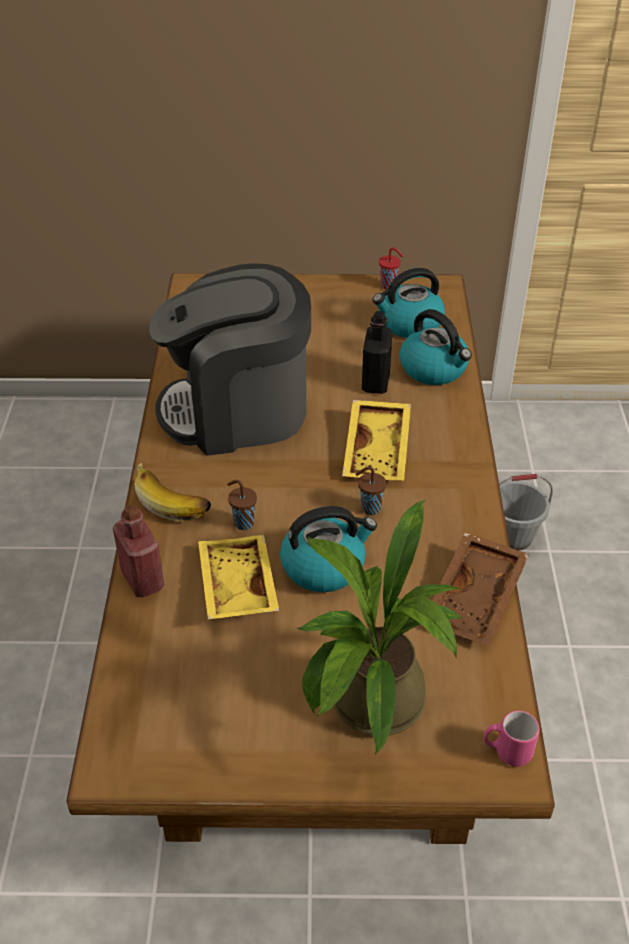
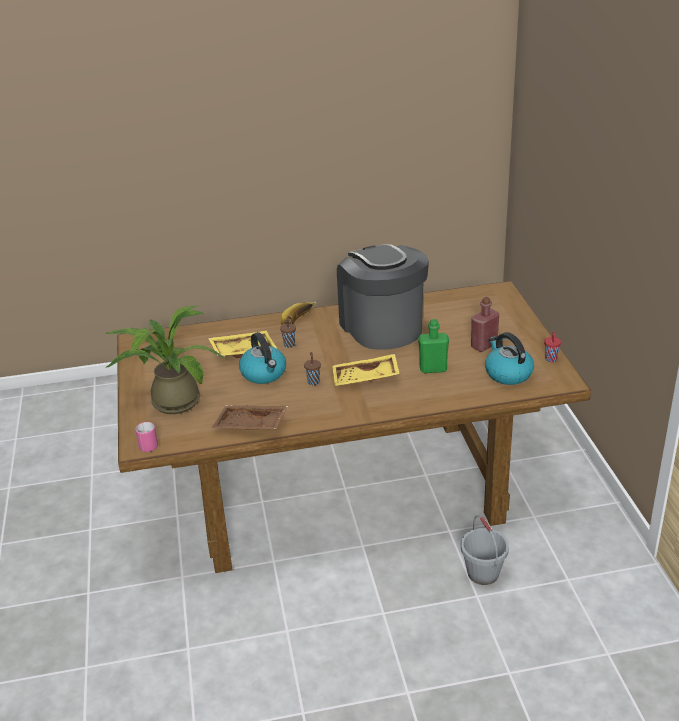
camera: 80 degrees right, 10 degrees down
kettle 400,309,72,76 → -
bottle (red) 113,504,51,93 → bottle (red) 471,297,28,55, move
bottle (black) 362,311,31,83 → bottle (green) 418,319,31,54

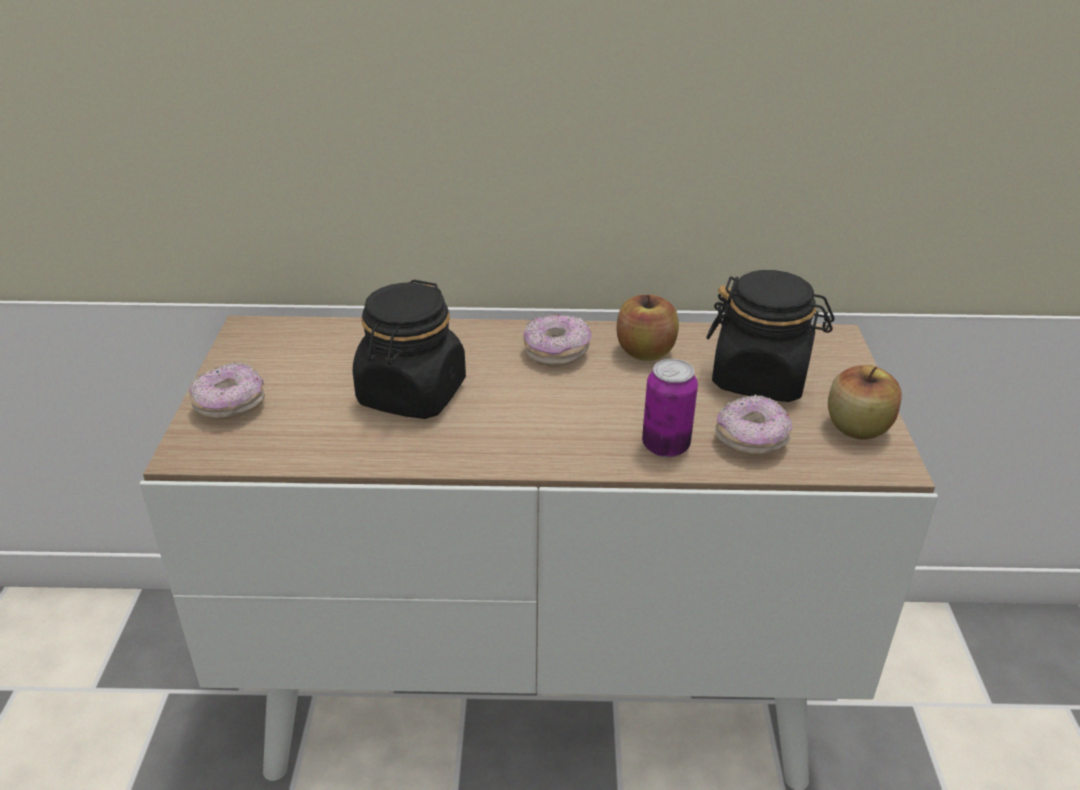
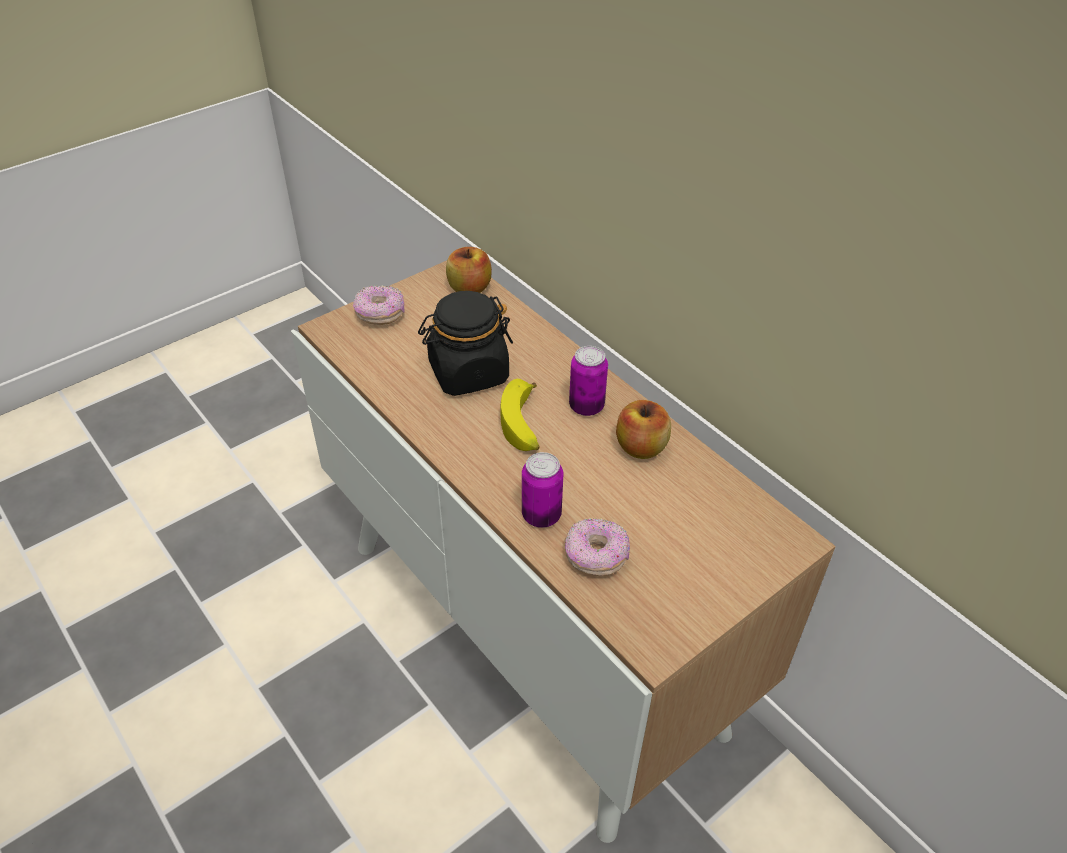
camera: 50 degrees right, 10 degrees up
jar (black) 706,270,128,132 → -
- → banana 500,379,39,72
apple 828,365,74,75 → apple 446,247,46,46, move
donut 523,314,69,53 → can 569,346,39,70

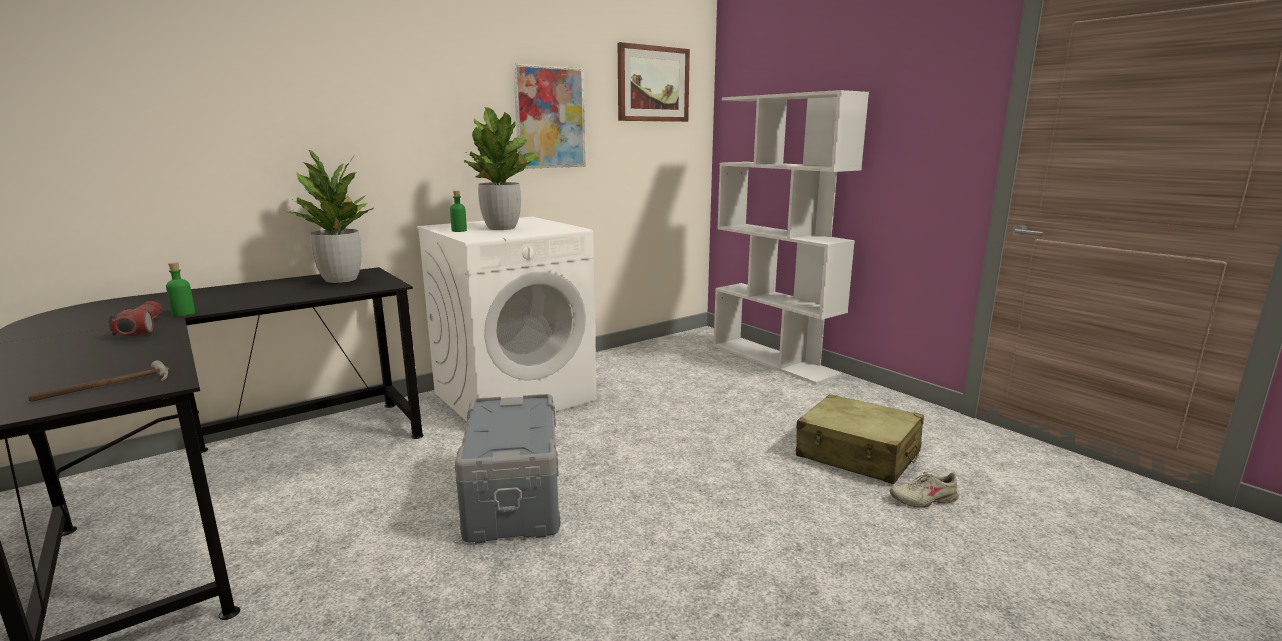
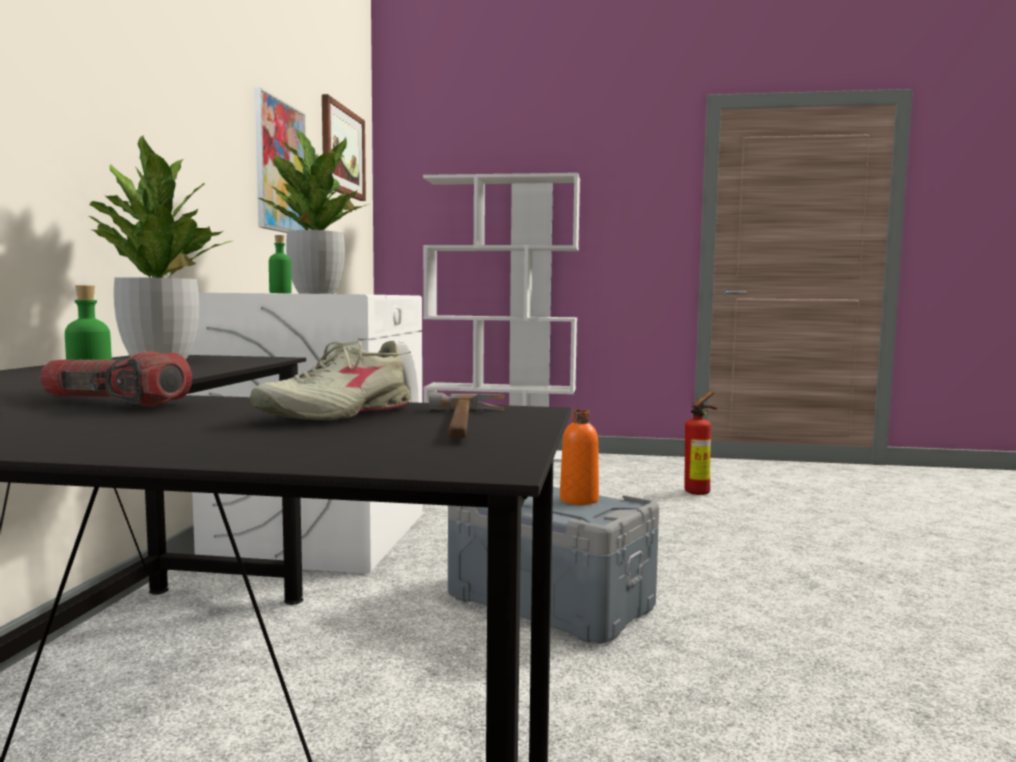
camera: 45 degrees left, 10 degrees down
- → bottle (orange) 560,410,39,95
shoe (beige) 890,472,69,35 → shoe (beige) 249,340,162,80, move
suitcase (beige) 796,394,128,90 → fire extinguisher 684,392,33,103

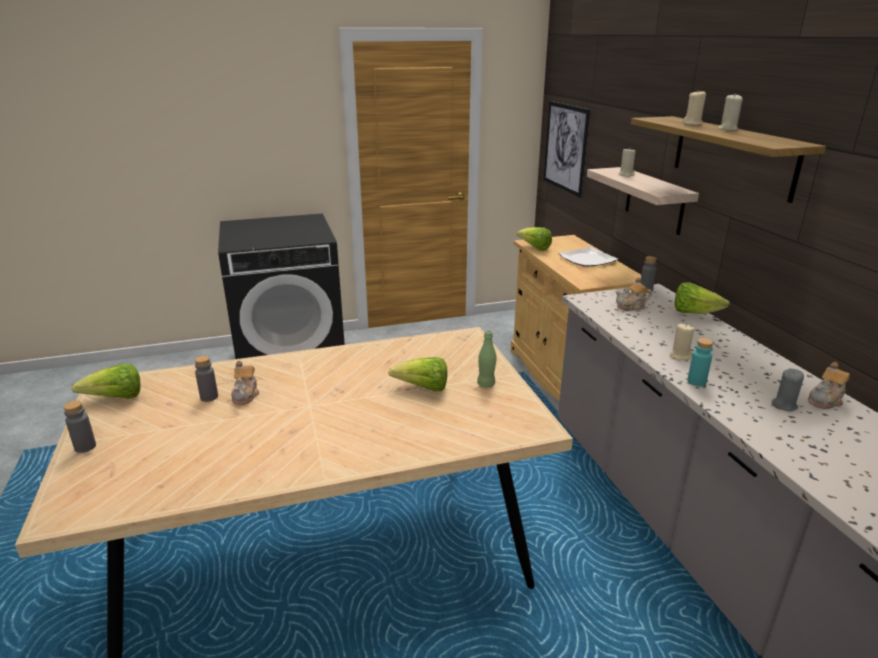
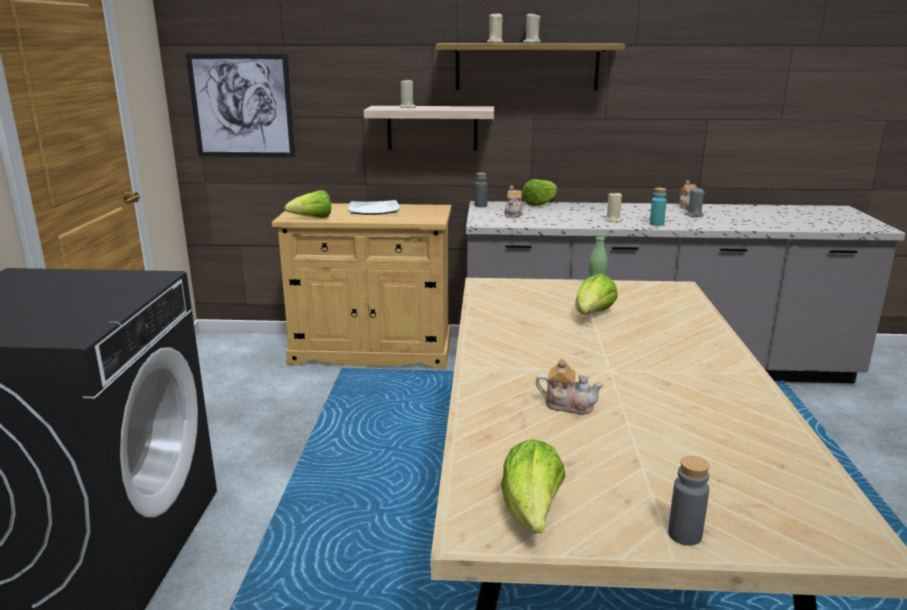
camera: 70 degrees left, 5 degrees down
bottle (grey) 195,355,23,47 → -

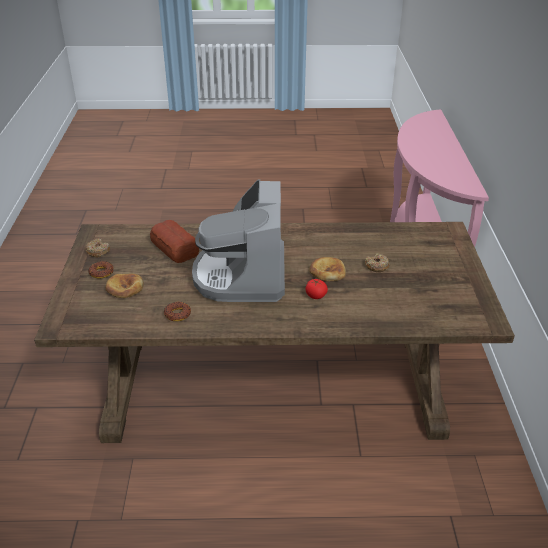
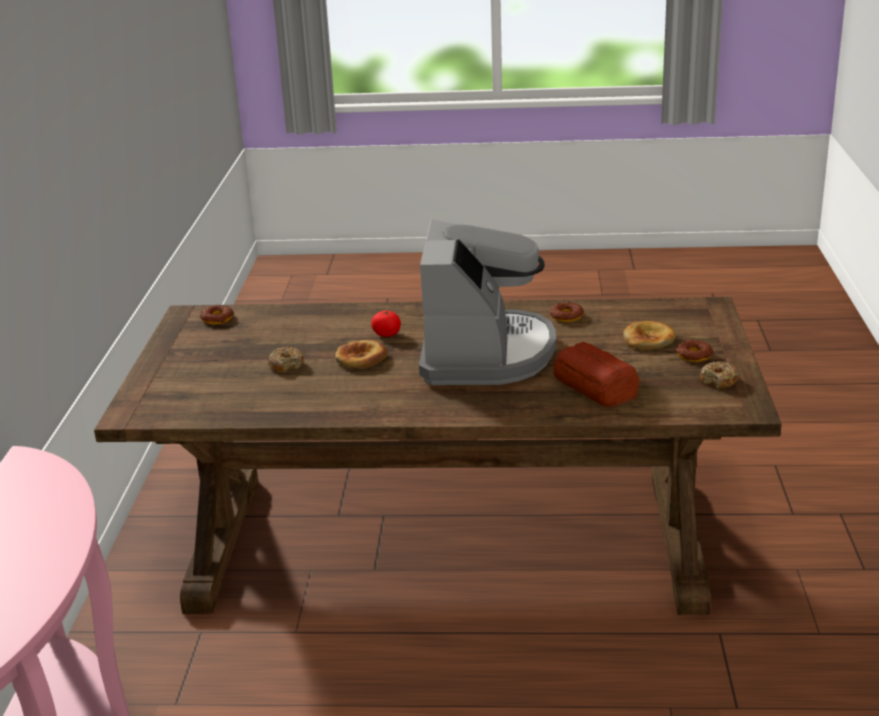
camera: 175 degrees left, 10 degrees down
- → donut 200,305,34,20

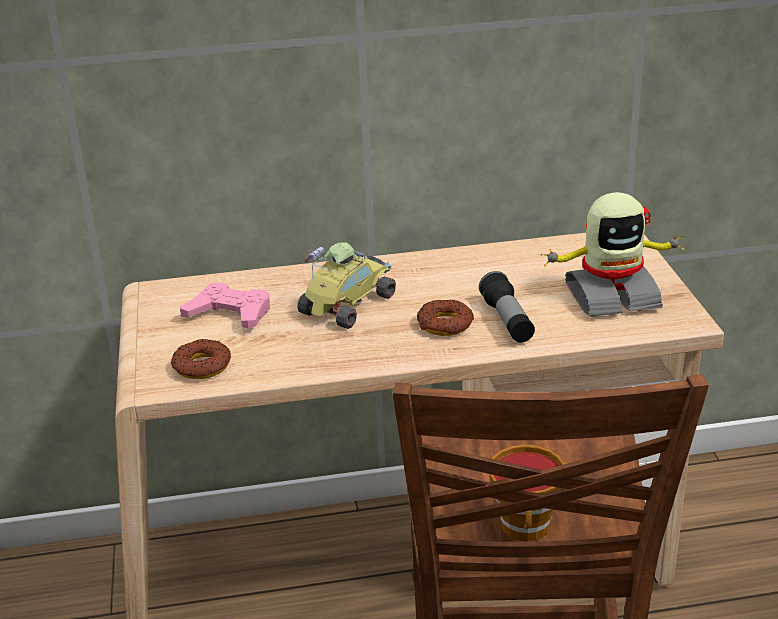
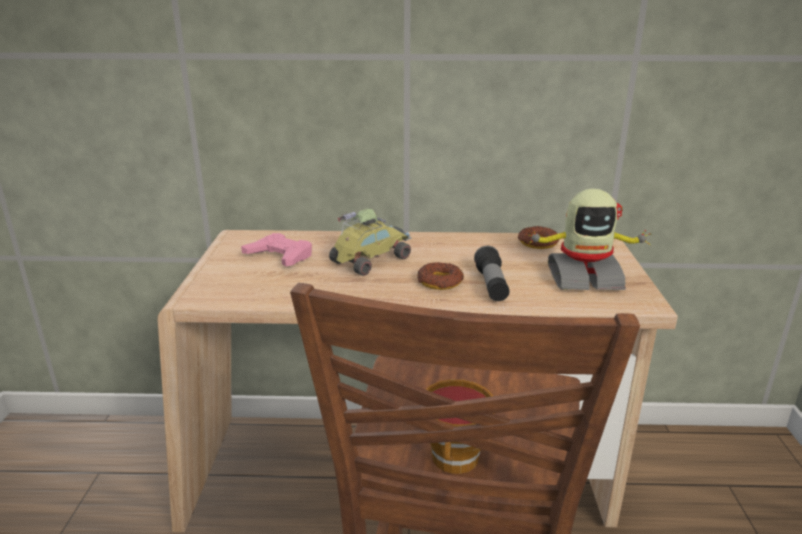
camera: 10 degrees right, 5 degrees down
donut 171,339,60,40 → donut 518,226,41,23, move

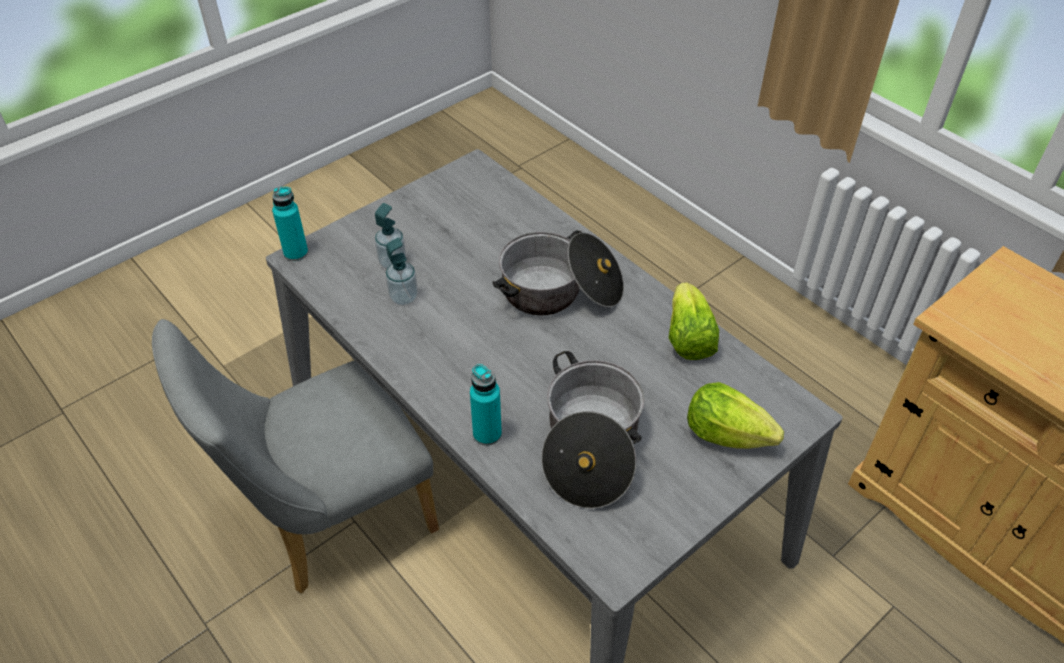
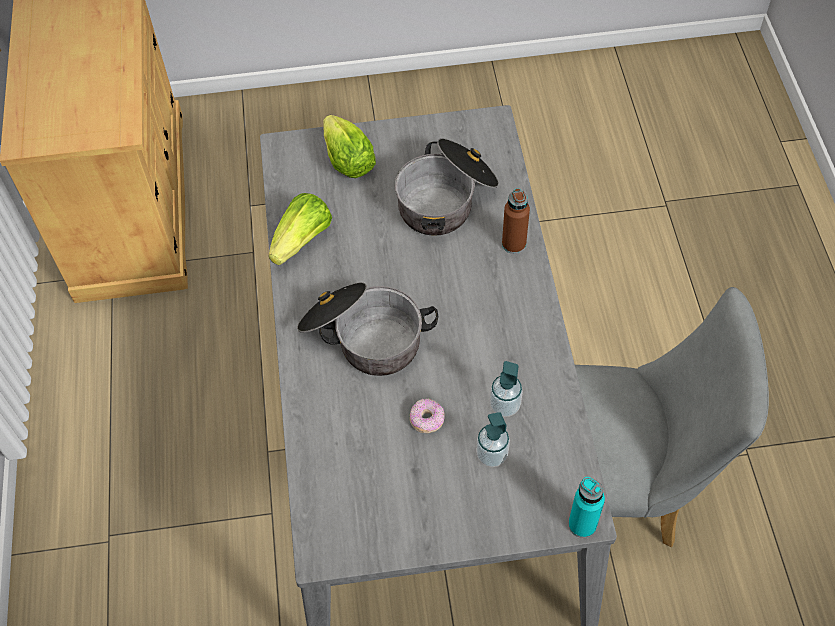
camera: 145 degrees left, 10 degrees up
- → donut 410,398,35,35
bottle (turquoise) 470,364,32,82 → bottle (brown) 502,188,28,66

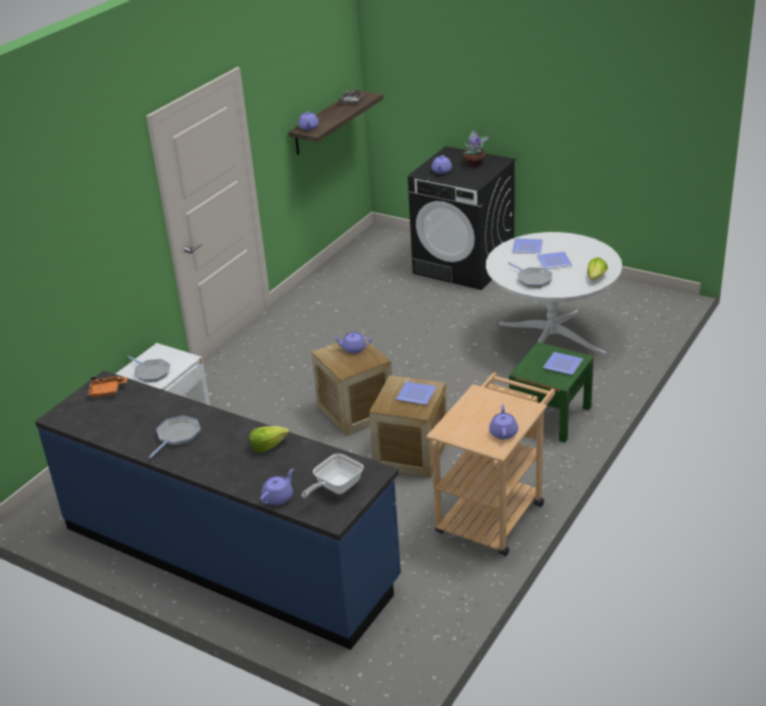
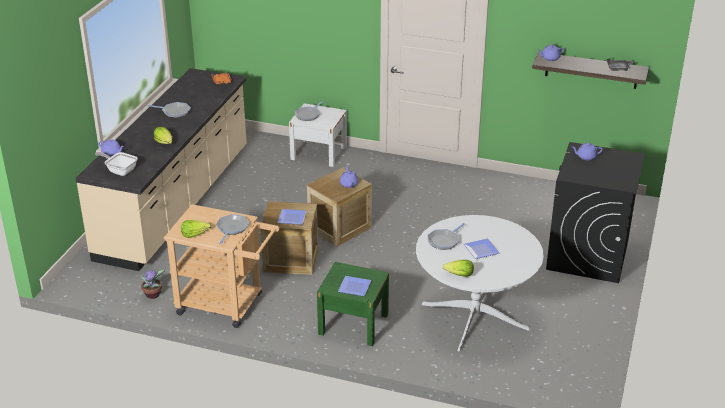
camera: 75 degrees right, 0 degrees up
plate 512,238,31,15 → -
- → frying pan 216,214,33,31
potted plant 464,128,27,39 → potted plant 141,267,25,32, move
teapot (purple) 489,405,29,34 → lettuce 181,220,30,18
counter (blue) 35,370,366,280 → counter (beige) 75,68,172,203

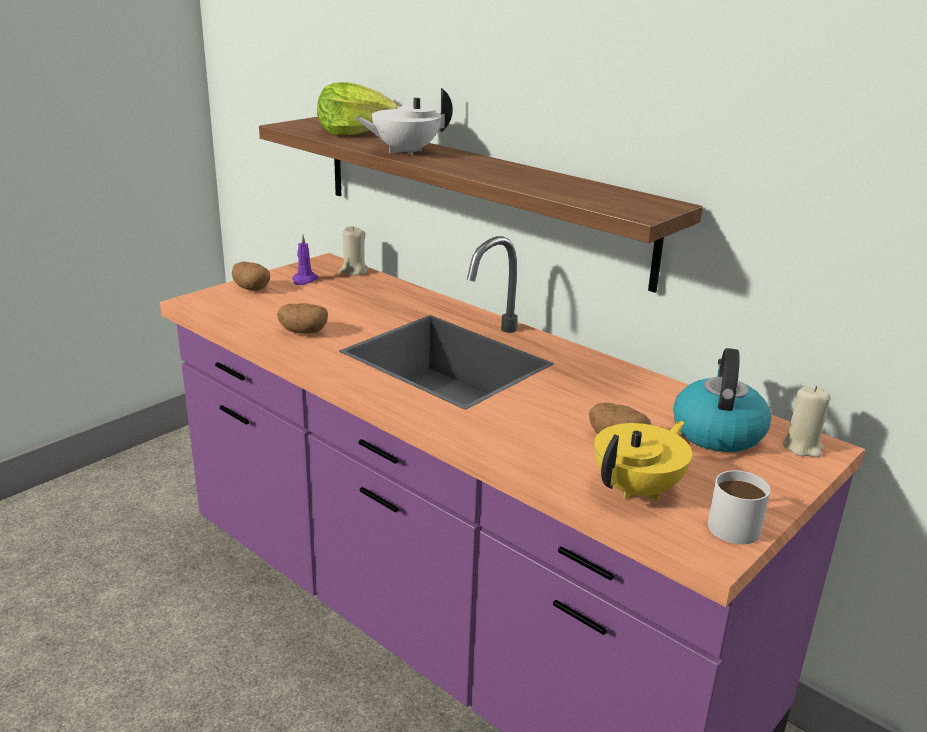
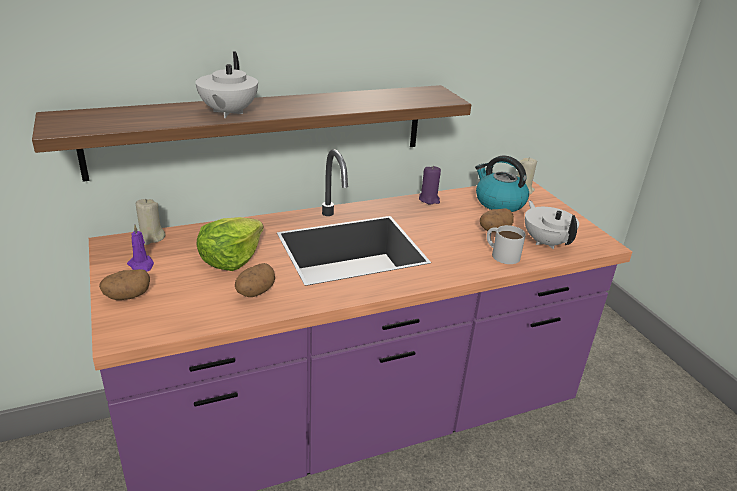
camera: 65 degrees left, 5 degrees up
- → candle (purple) 419,165,22,40
lettuce 317,82,82,53 → lettuce 197,217,67,54, move
mug (white) 708,471,62,73 → mug (white) 487,225,39,39, move
teapot (yellow) 594,421,98,80 → teapot (white) 525,200,54,49

